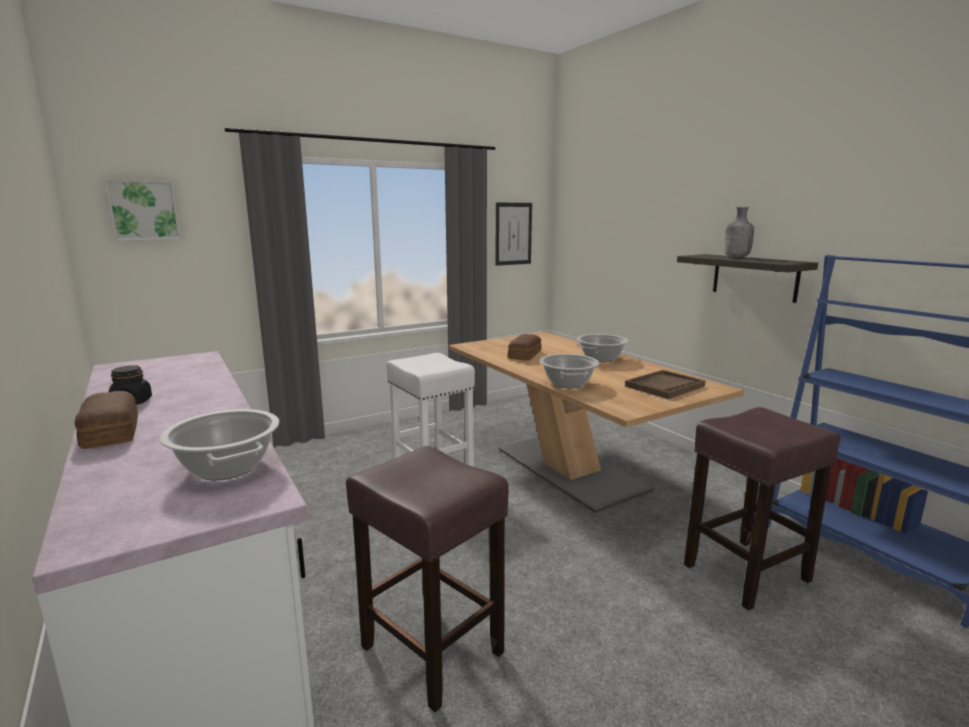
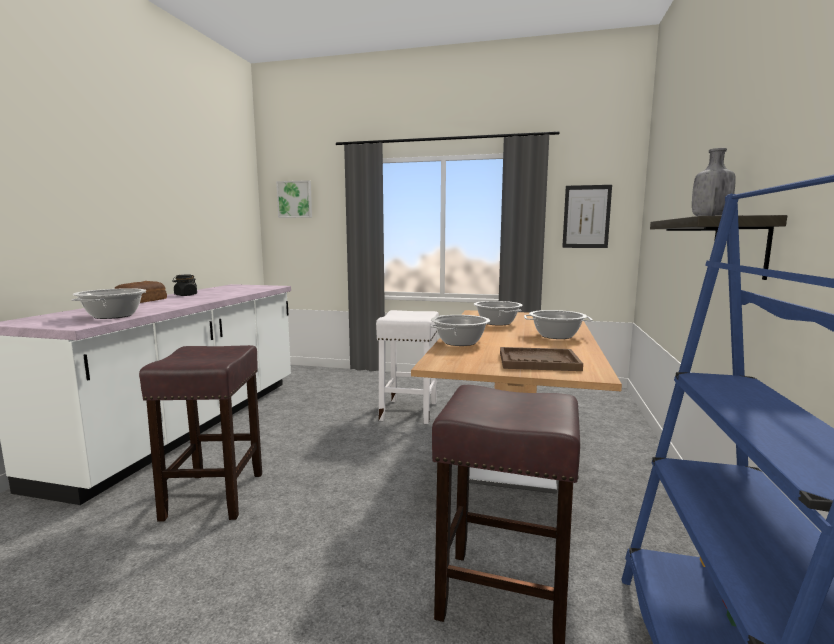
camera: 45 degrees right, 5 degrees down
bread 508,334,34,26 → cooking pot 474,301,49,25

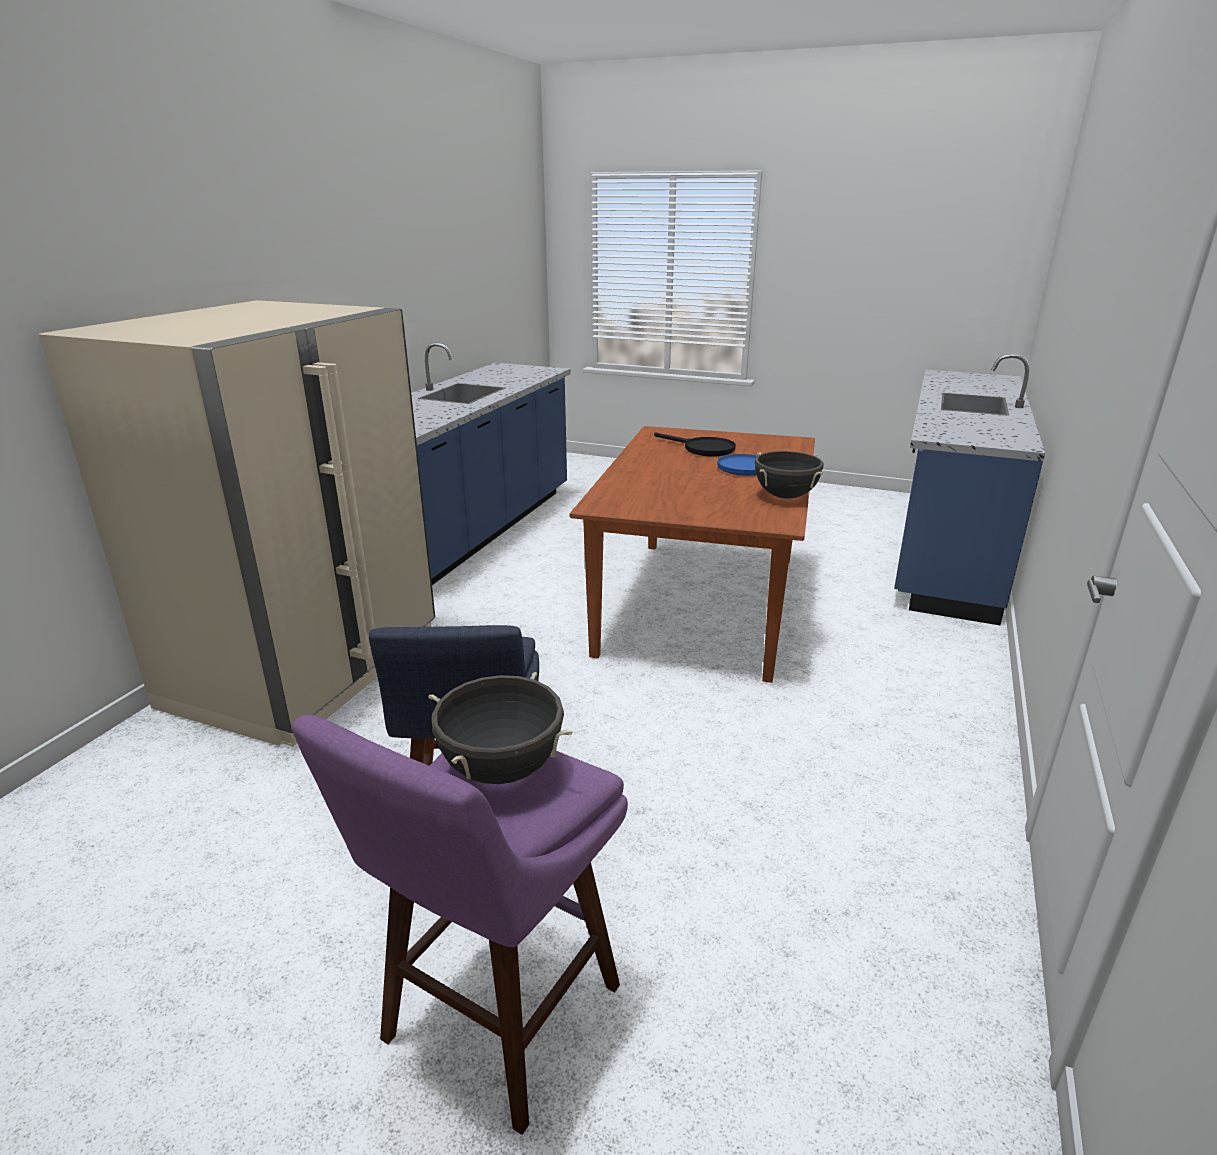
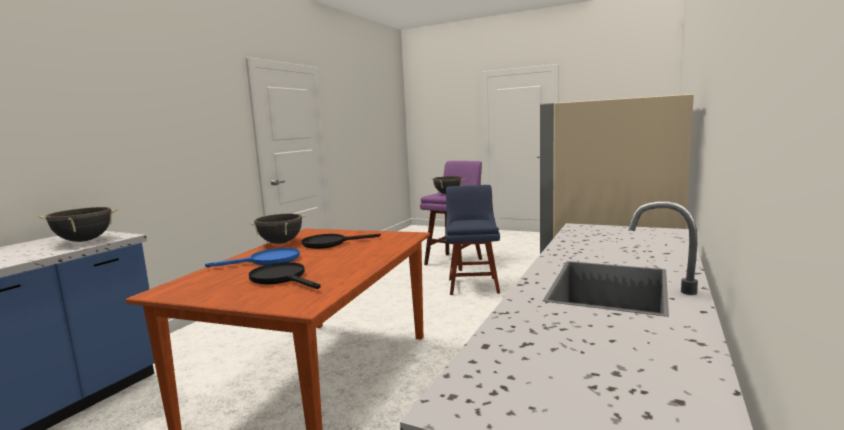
camera: 175 degrees left, 15 degrees down
- → cooking pot (black) 39,207,79,35
- → frying pan (black) 302,233,79,16

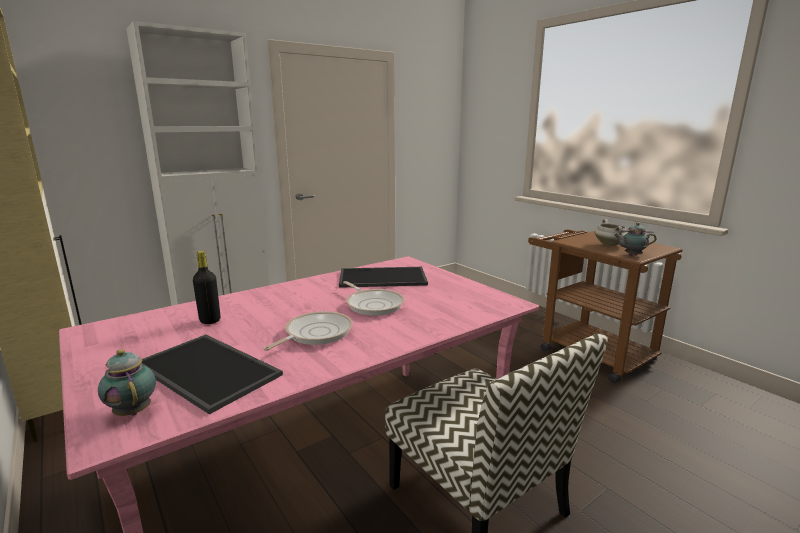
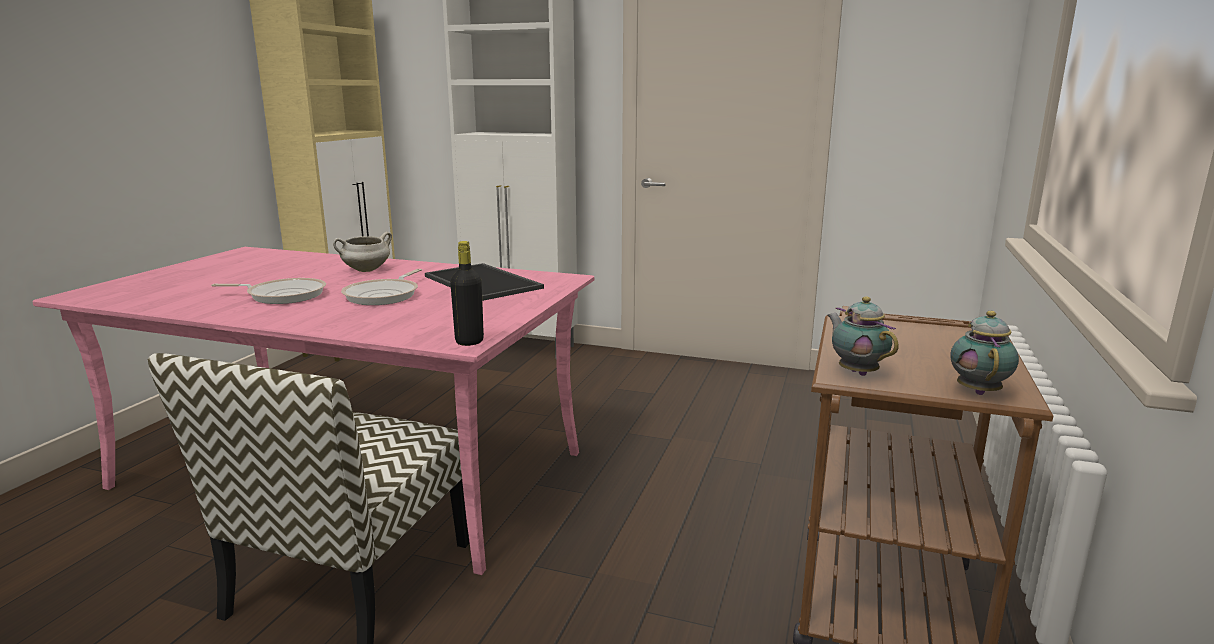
camera: 55 degrees right, 0 degrees up
tray 142,334,141,80 → -
teapot 98,349,58,67 → teapot 950,311,69,84, move
bottle (black) 193,251,27,73 → bottle (black) 450,241,34,105, move
cooking pot (white) 595,219,32,27 → cooking pot (white) 333,232,59,40, move

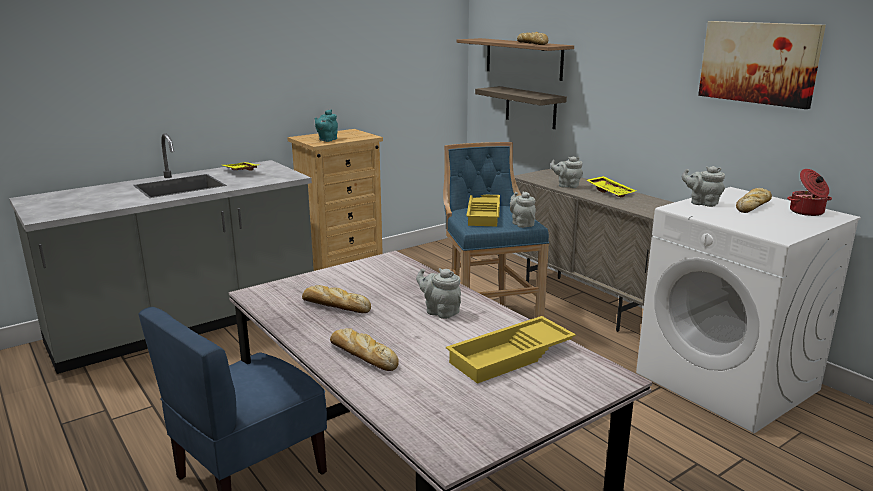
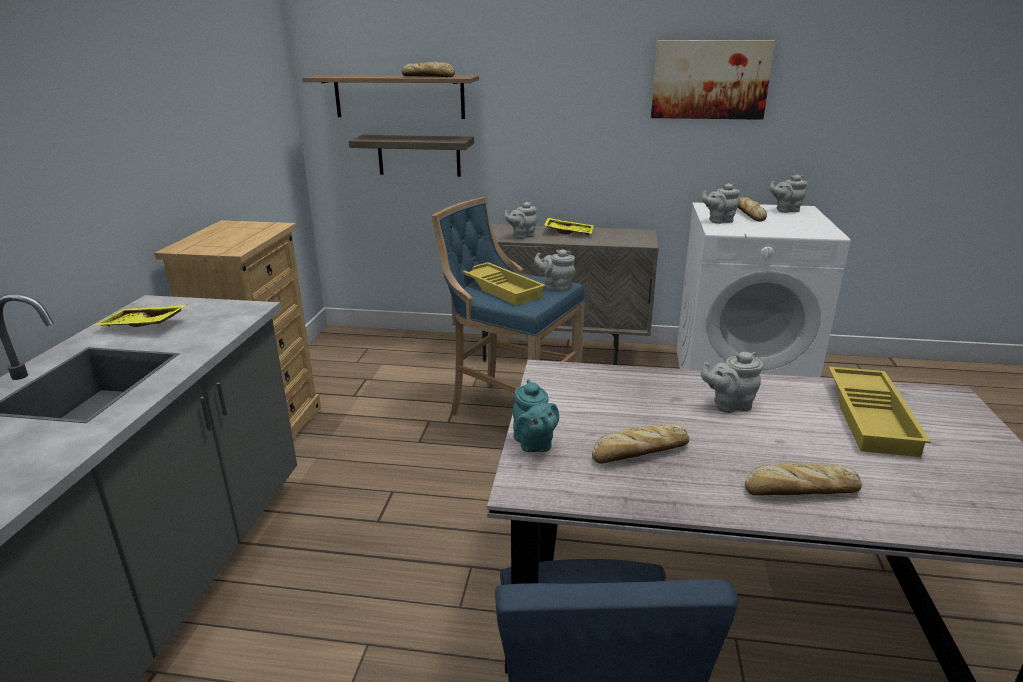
camera: 45 degrees left, 5 degrees up
teapot (turquoise) 314,110,24,32 → teapot (turquoise) 513,379,46,73, move
cooking pot 787,169,45,47 → teapot (grey) 769,175,38,38

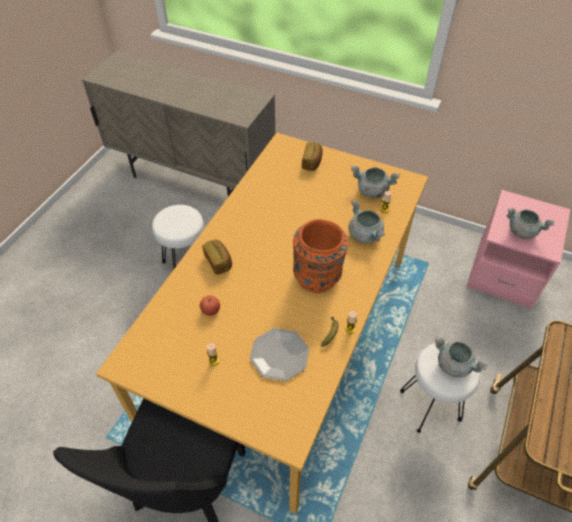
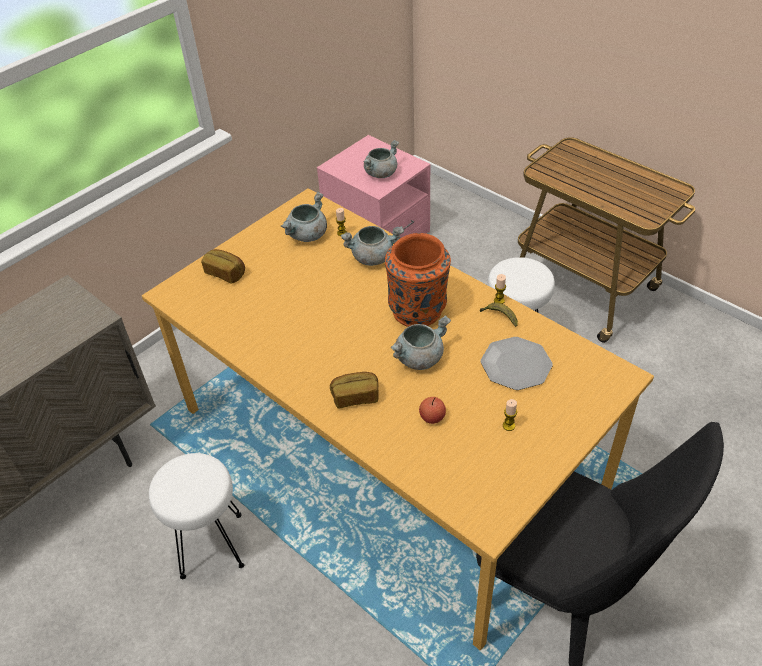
camera: 70 degrees left, 5 degrees down
cooking pot (grey) 435,337,53,40 → cooking pot (grey) 391,315,60,55, move

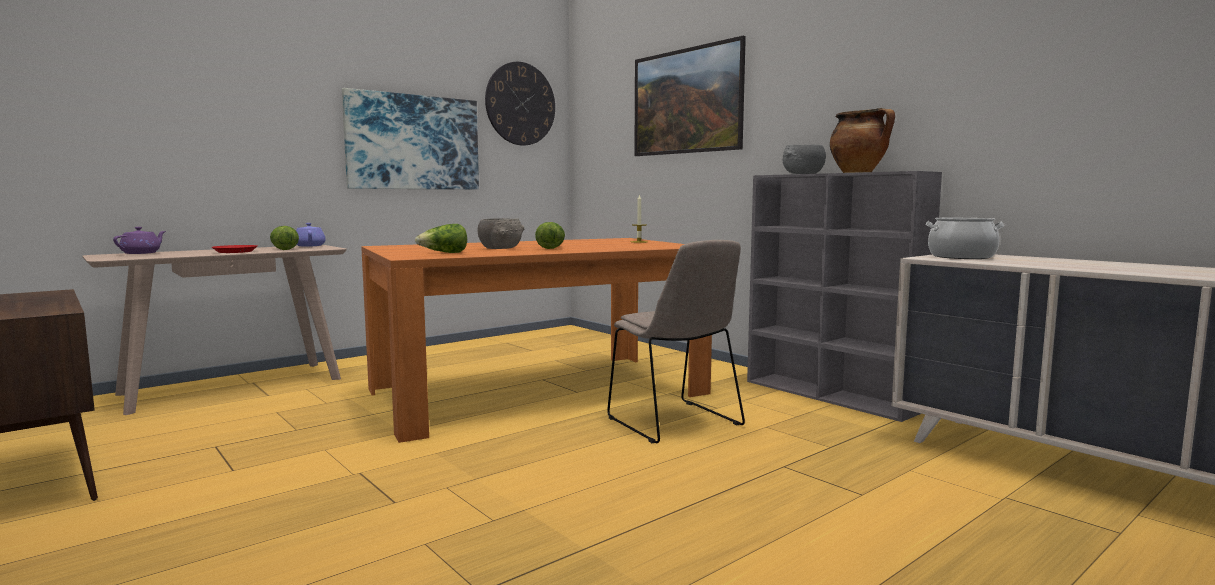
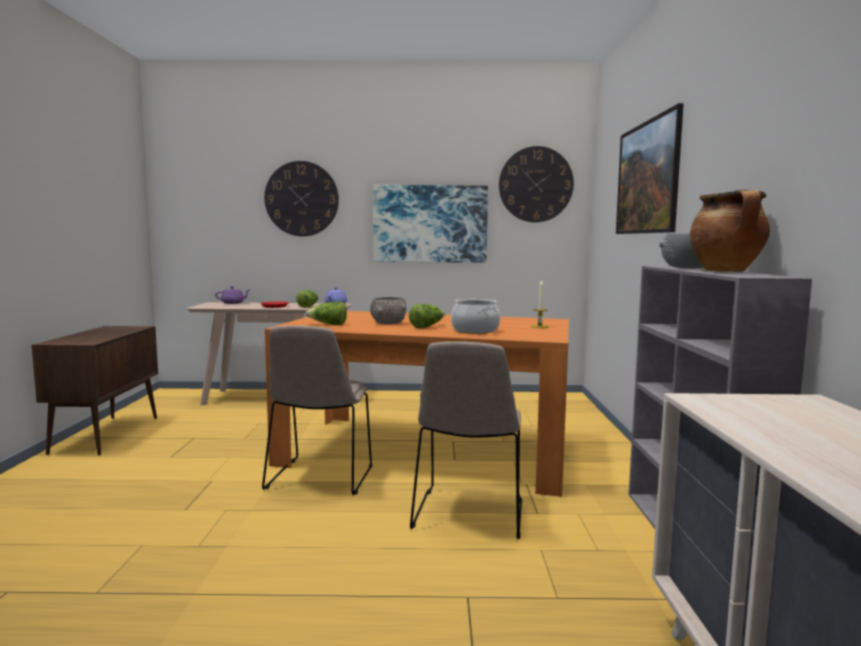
camera: 40 degrees right, 0 degrees up
- → chair (beige) 262,325,110,170
- → wall clock 264,161,75,75
cooking pot 925,218,79,41 → cooking pot 451,299,49,35, move

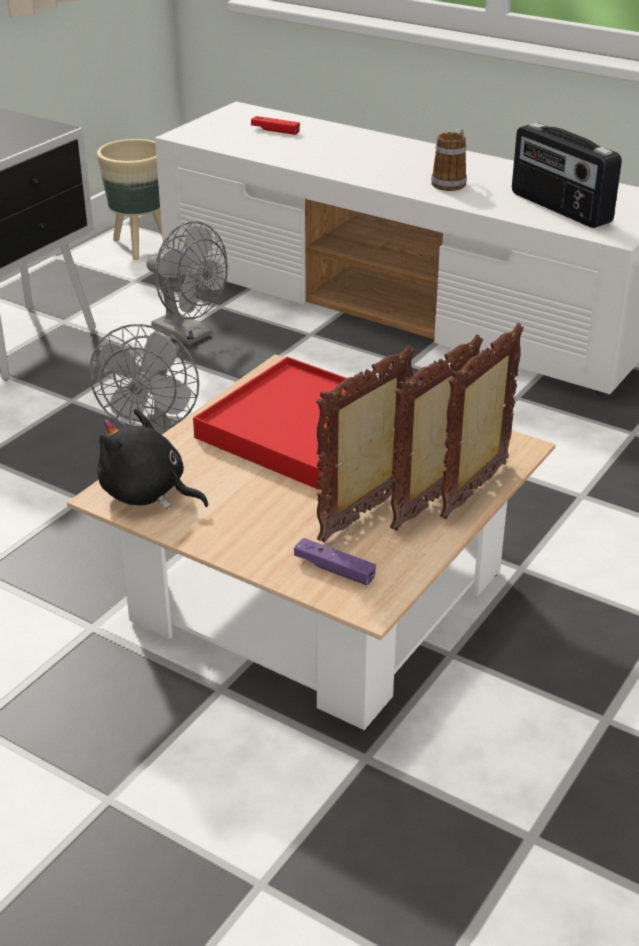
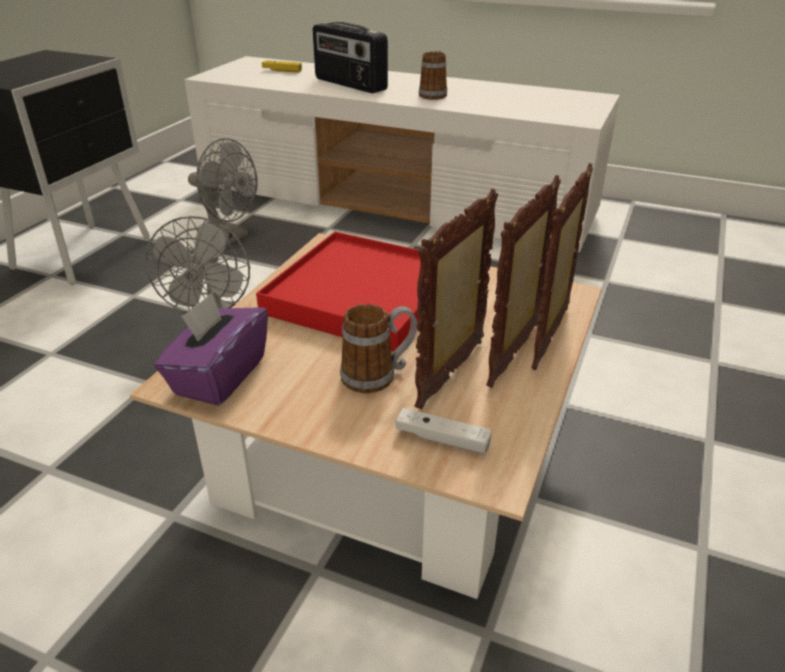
camera: 10 degrees left, 0 degrees up
planter (beige) 97,139,65,121 → -
- → mug 340,304,77,89
radio 512,123,110,105 → radio 313,22,75,71, move
plush toy (black) 97,408,112,101 → tissue box (purple) 154,292,114,114
game controller (red) 251,116,49,19 → game controller (yellow) 262,60,40,13
game controller (purple) 294,538,82,47 → game controller (white) 396,408,96,46

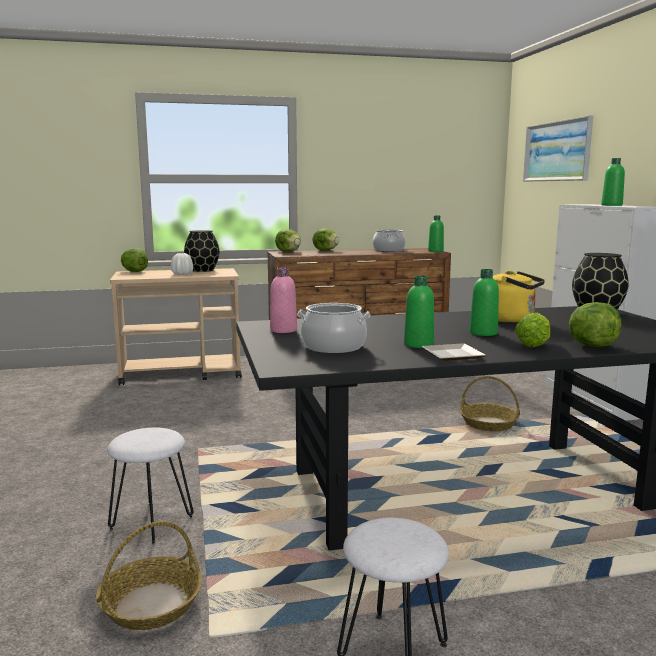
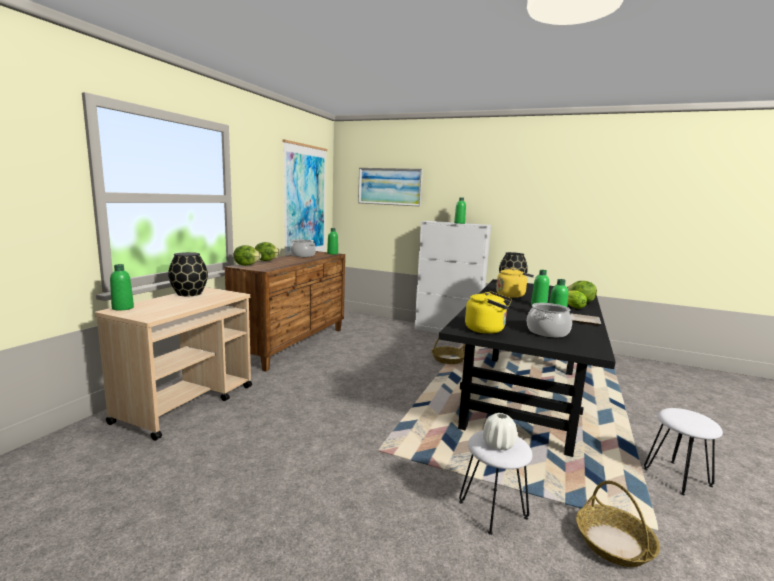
camera: 55 degrees left, 0 degrees up
- → picture 282,140,46,116
vase (white) 171,253,22,22 → vase (white) 483,413,34,37, move
lettuce 121,248,27,24 → bottle (green) 110,264,24,47
bottle (pink) 270,267,27,66 → kettle (yellow) 465,291,47,43

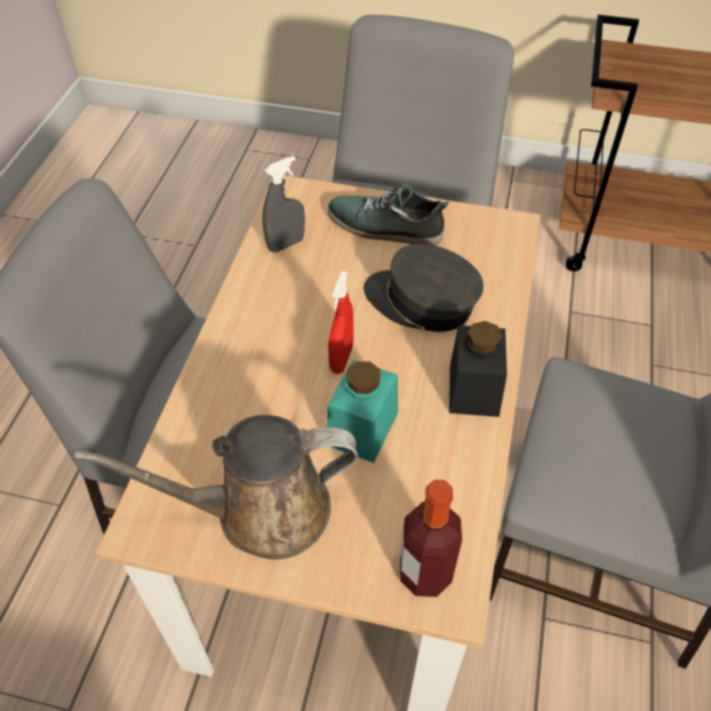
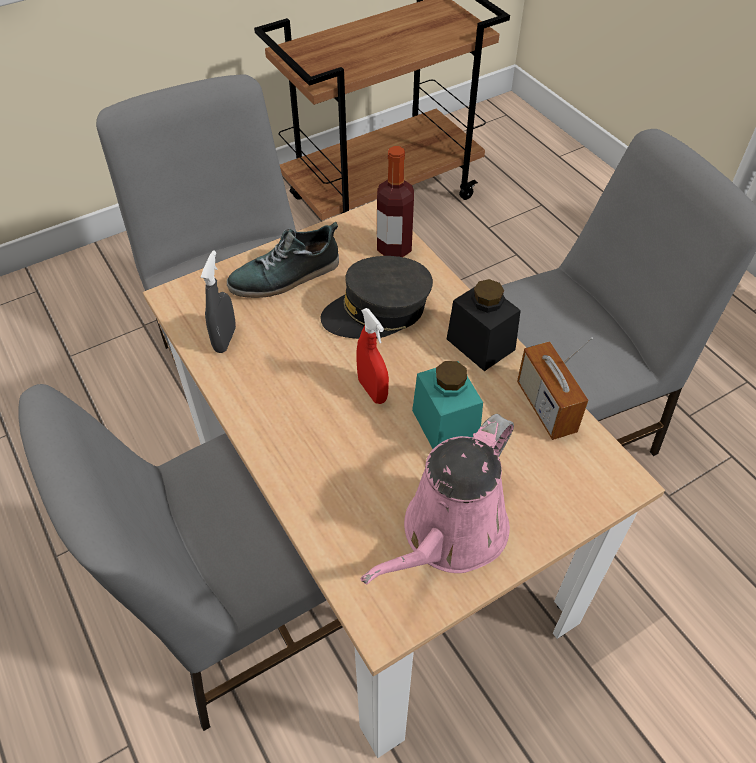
camera: 45 degrees left, 0 degrees up
- → radio 517,337,76,103
bottle 400,480,62,117 → bottle 377,146,37,111, move
watering can (brown) 74,415,284,145 → watering can (pink) 361,414,153,170

